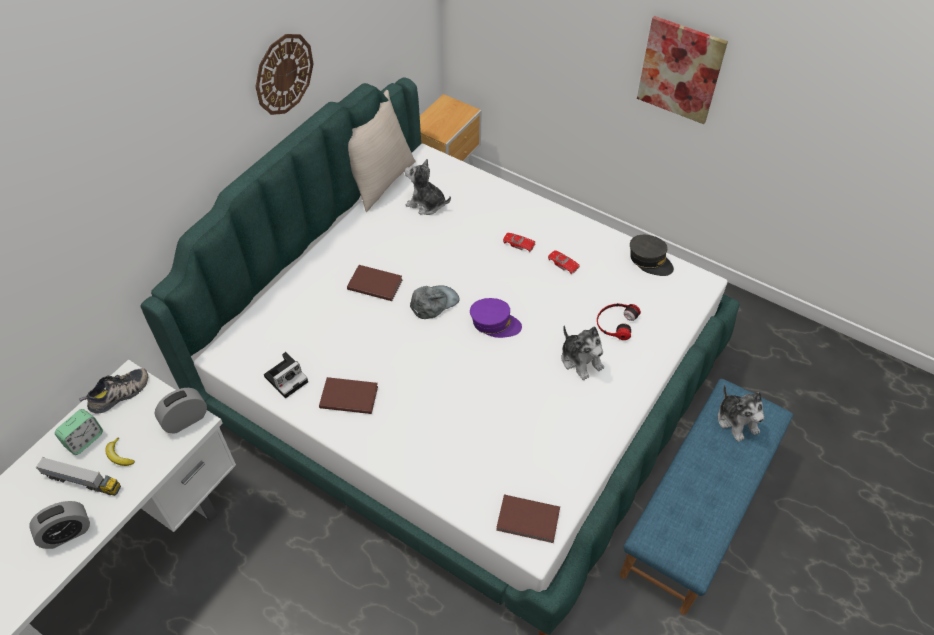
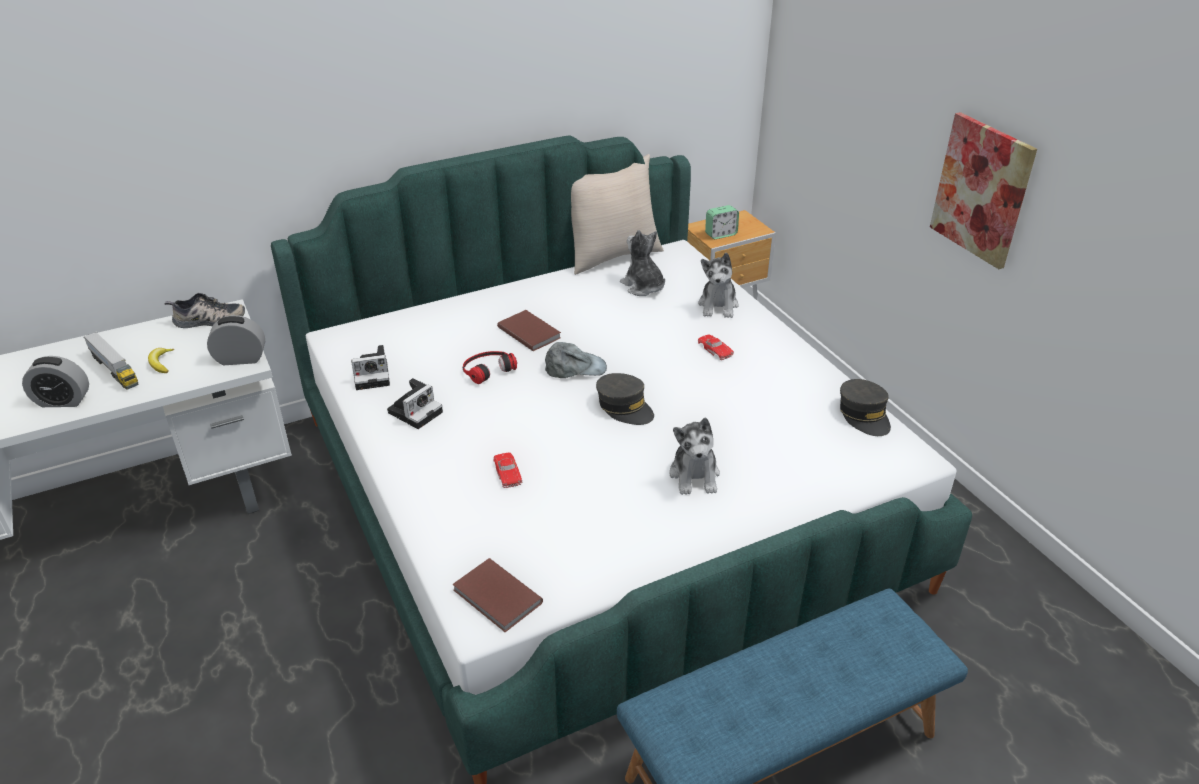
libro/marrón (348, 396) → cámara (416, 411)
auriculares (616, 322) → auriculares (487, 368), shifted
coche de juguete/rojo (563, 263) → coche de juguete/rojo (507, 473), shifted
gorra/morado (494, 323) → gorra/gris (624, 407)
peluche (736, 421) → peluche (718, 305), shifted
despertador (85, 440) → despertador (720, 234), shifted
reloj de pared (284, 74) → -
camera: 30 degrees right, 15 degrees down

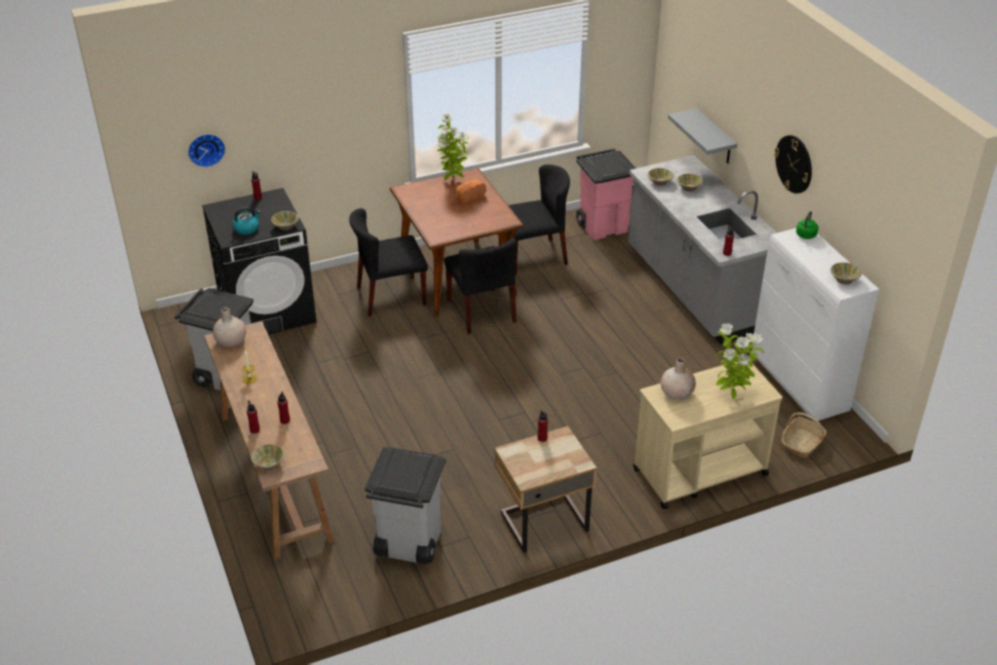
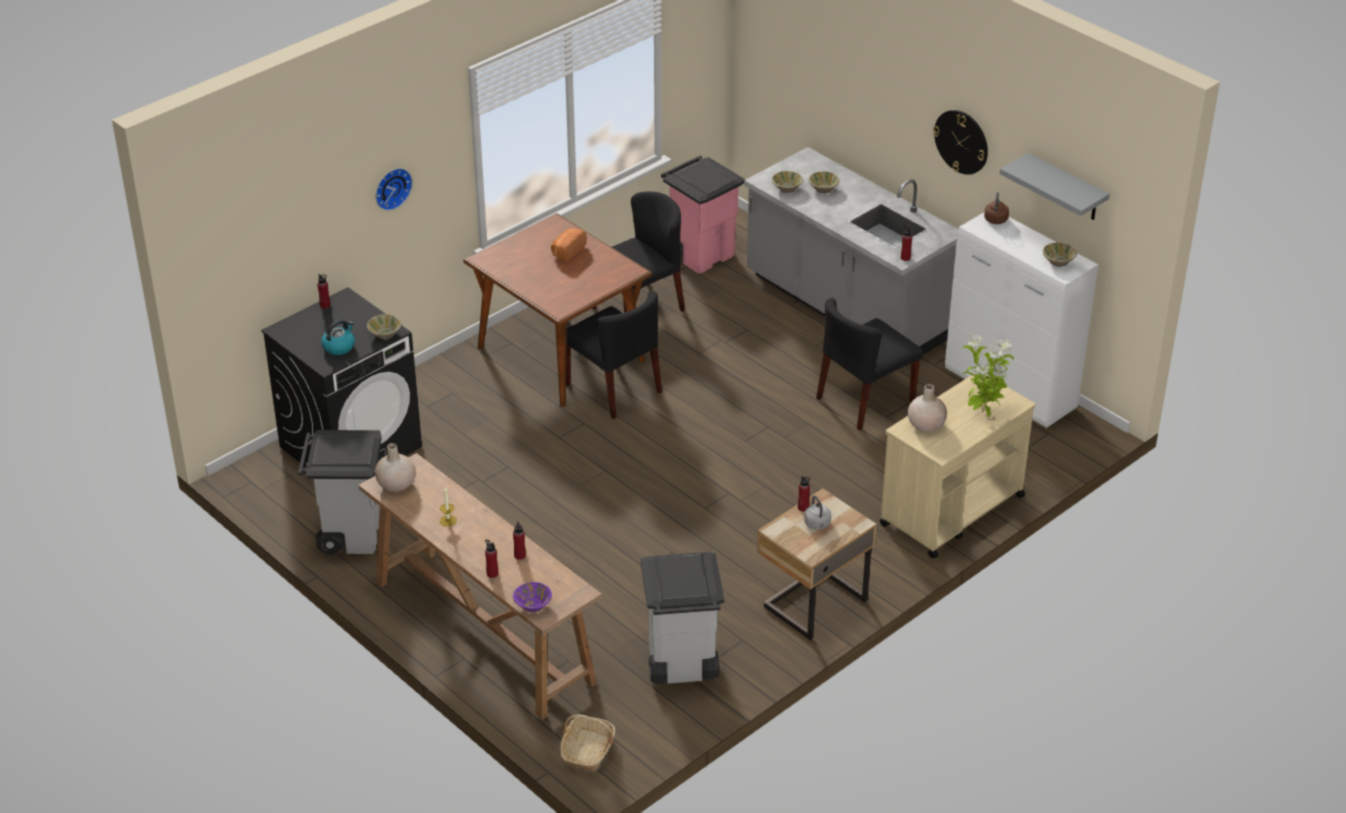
reloj de pared (206, 149) → reloj de pared (391, 187), shifted
cuenco/beis (269, 463) → cuenco/morado (533, 604)
cesta (802, 443) → cesta (588, 750), shifted
- → hervidor/gris (818, 525)
silla/negro (390, 296) → silla/negro (865, 400), shifted
hervidor/verde (805, 236) → hervidor/marrón (995, 221)
estante/gris (715, 137) → estante/gris (1066, 188), shifted
planta en maceta (452, 180) → -
camera: 20 degrees left, 0 degrees up

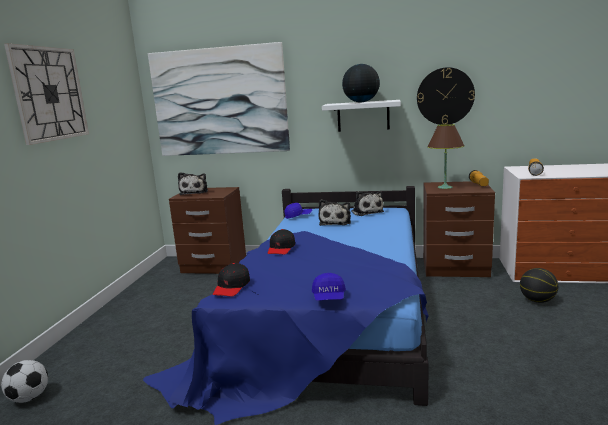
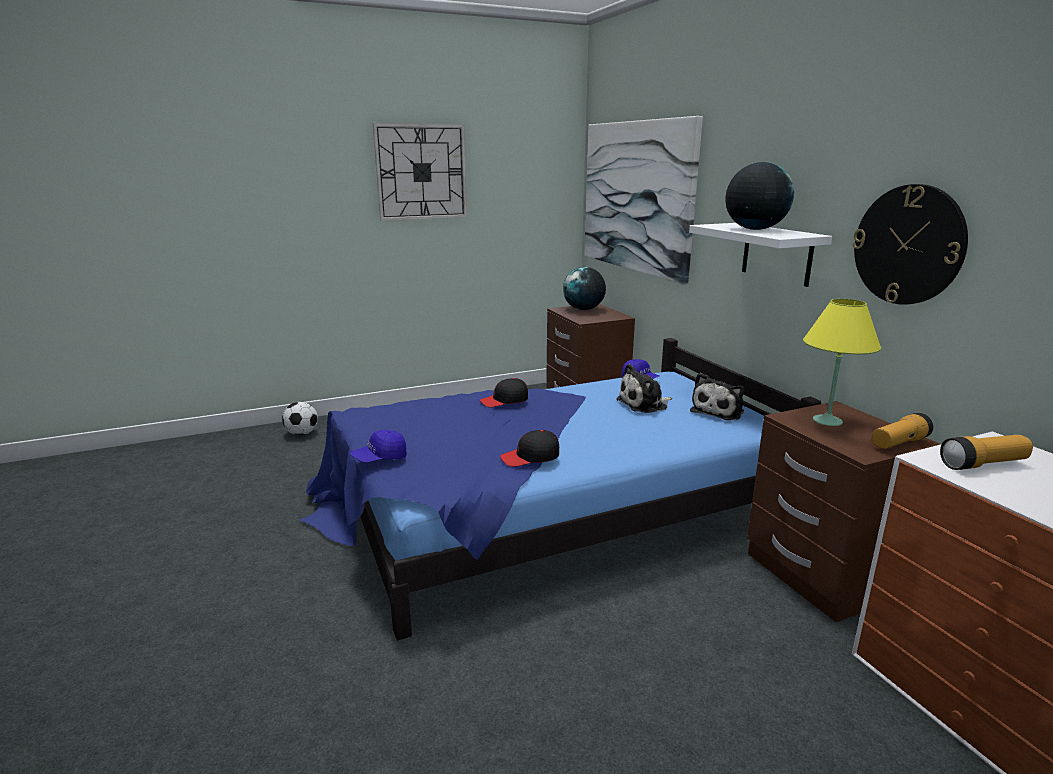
gorra/negro (232, 287) → gorra/negro (530, 457), shifted
peluche (194, 192) → globo terráqueo (583, 309)
lámpara de mesa/marrón (445, 187) → lámpara de mesa/amarillo (827, 421)
balón de baloncesto (537, 300) → -
camera: 55 degrees right, 5 degrees up

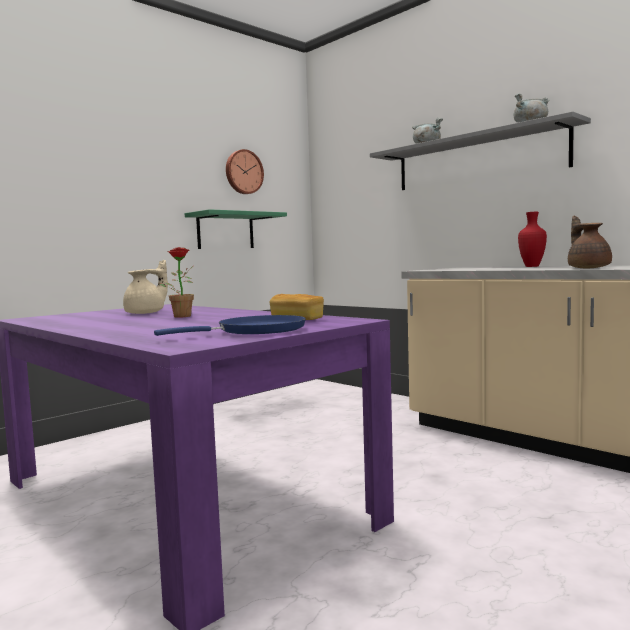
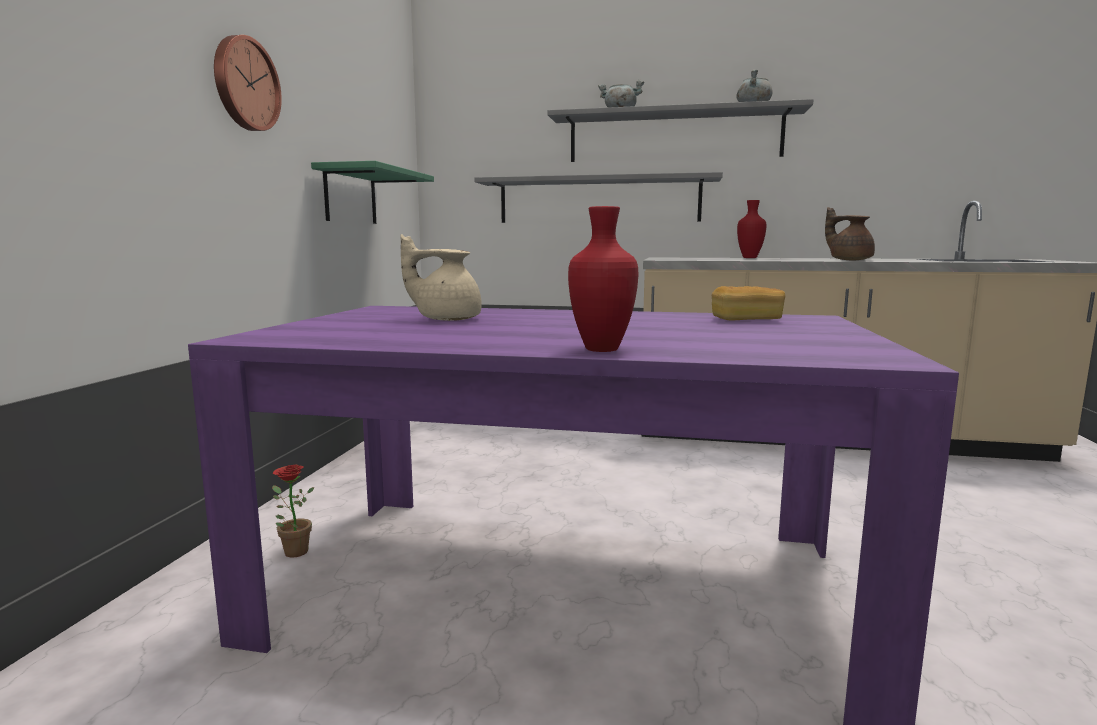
reloj de pared (243, 172) → reloj de pared (244, 84), shifted
planta en maceta (181, 316) → planta en maceta (292, 551), shifted
tetera/beis (147, 313) → tetera/beis (446, 319), 90 degrees counterclockwise
- → estante/gris (598, 200)
- → florero/rojo (600, 350)
sartén/azul (255, 331) → -
camera: 35 degrees left, 5 degrees up

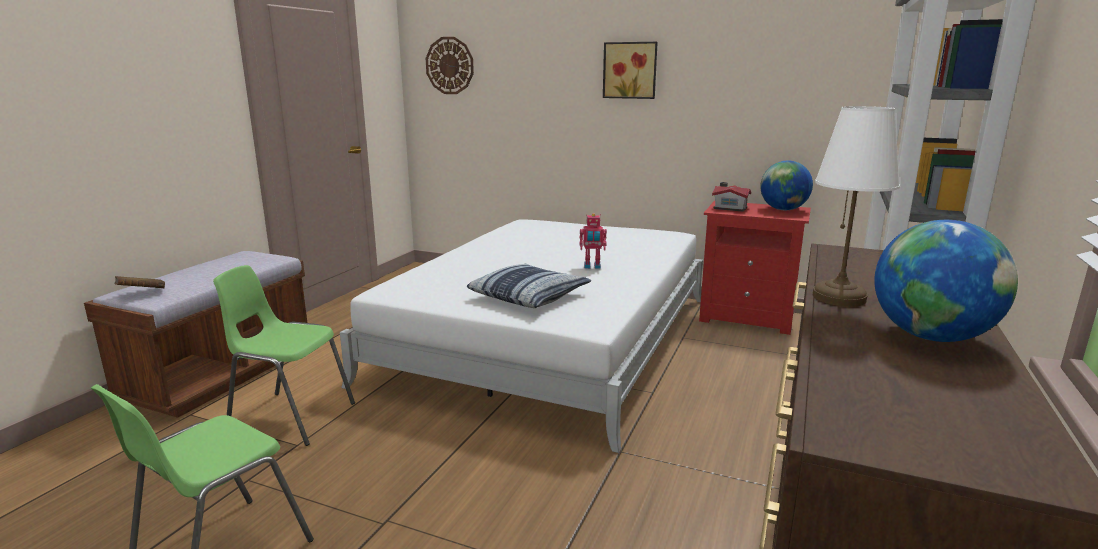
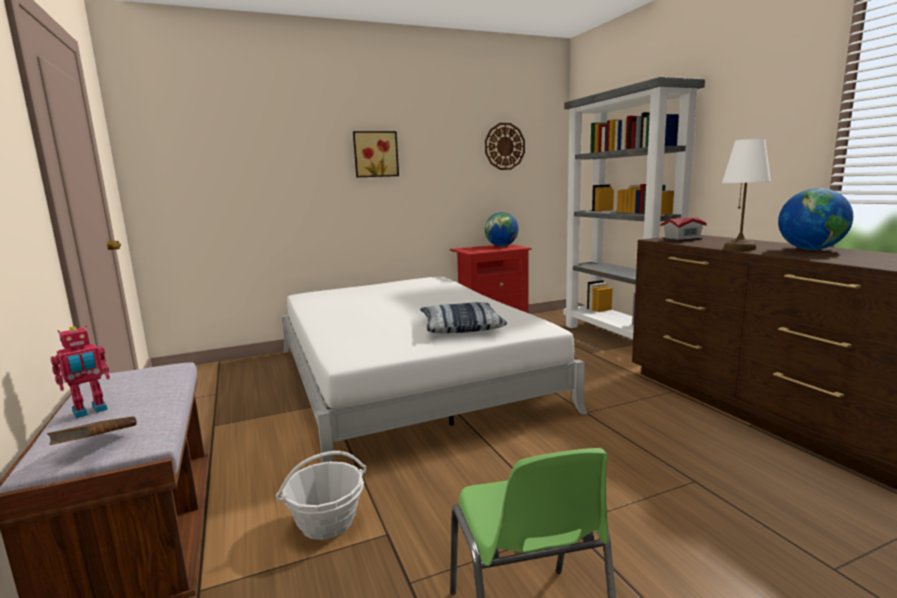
robot de juguete (592, 266) → robot de juguete (90, 411), shifted
silla/verde (291, 416) → cesta (327, 522)
reloj de pared (449, 65) → reloj de pared (504, 146), shifted
casita (729, 208) → casita (680, 239), shifted
camera: 45 degrees left, 5 degrees down

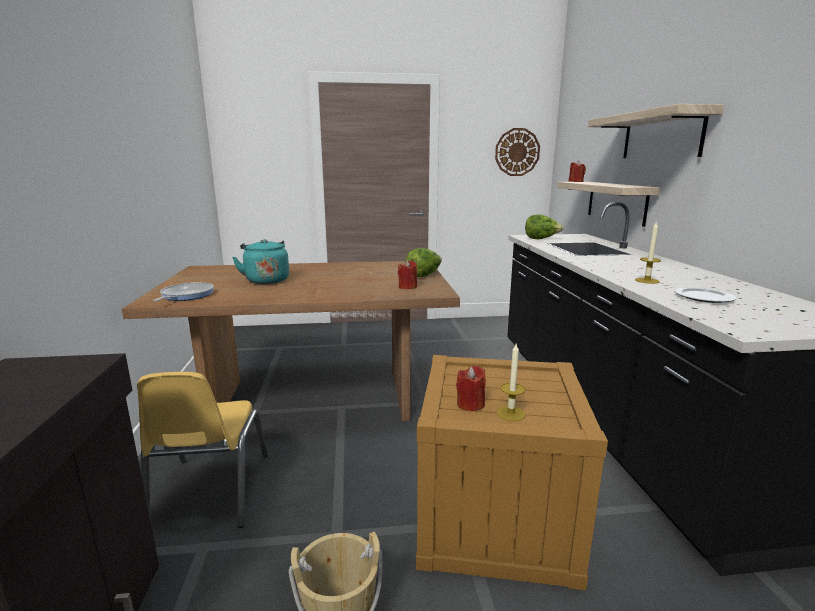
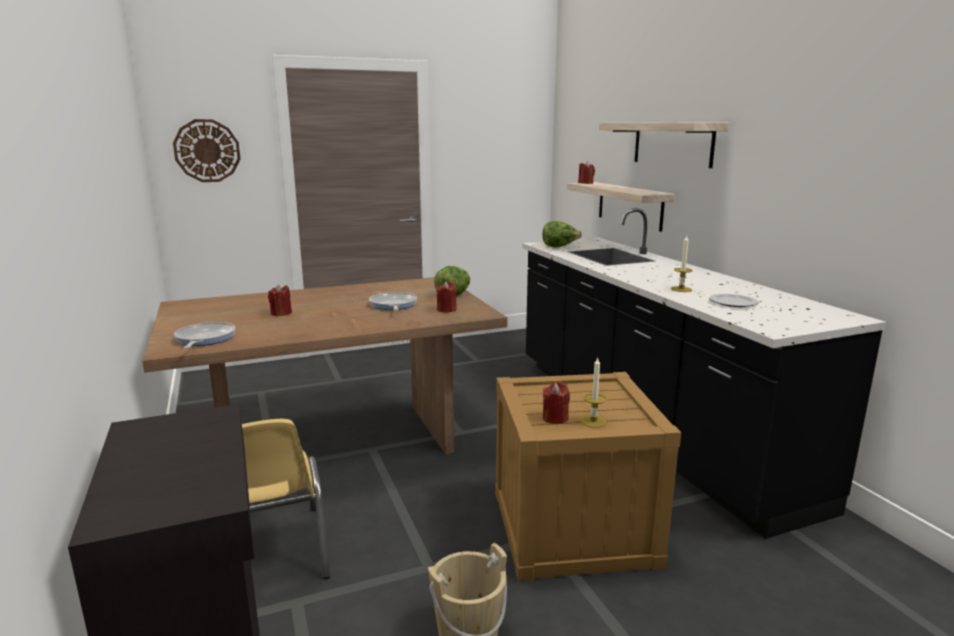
reloj de pared (517, 152) → reloj de pared (207, 151), shifted
hervidor/turquesa (266, 280) → vela/rojo (281, 313)
- → sartén (393, 305)
camera: 15 degrees left, 0 degrees up

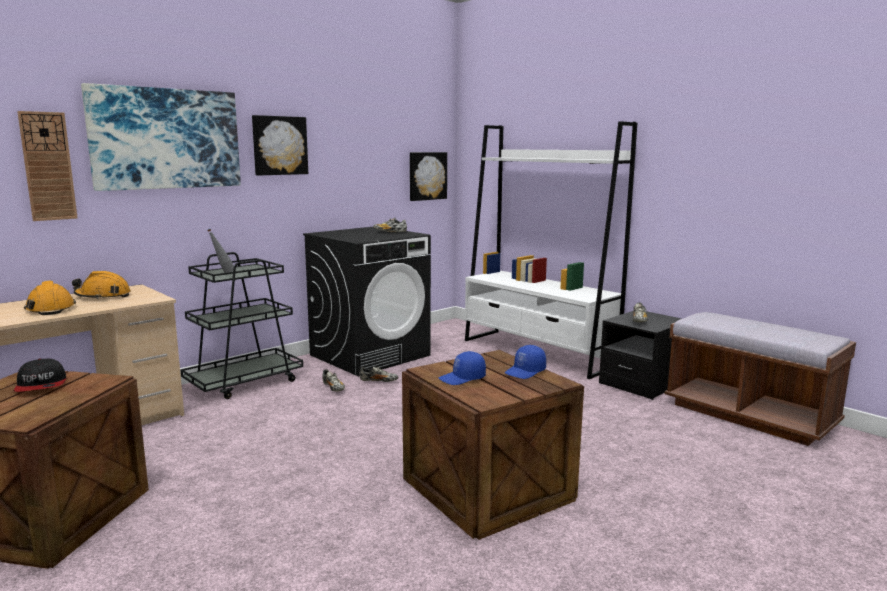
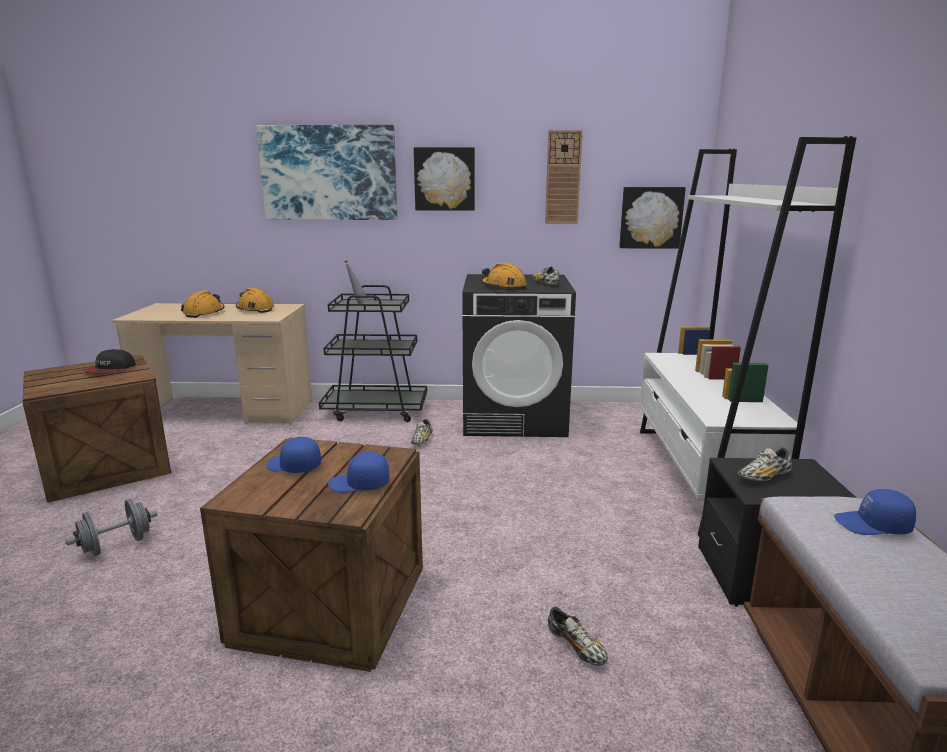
- → mancuerna/gris (117, 545)
- → casco/naranja (503, 287)
reloj de pared (48, 166) → reloj de pared (563, 177), shifted
zapato (379, 381) → zapato (576, 647), shifted
- → gorra/azul (873, 525)
camera: 45 degrees right, 5 degrees up

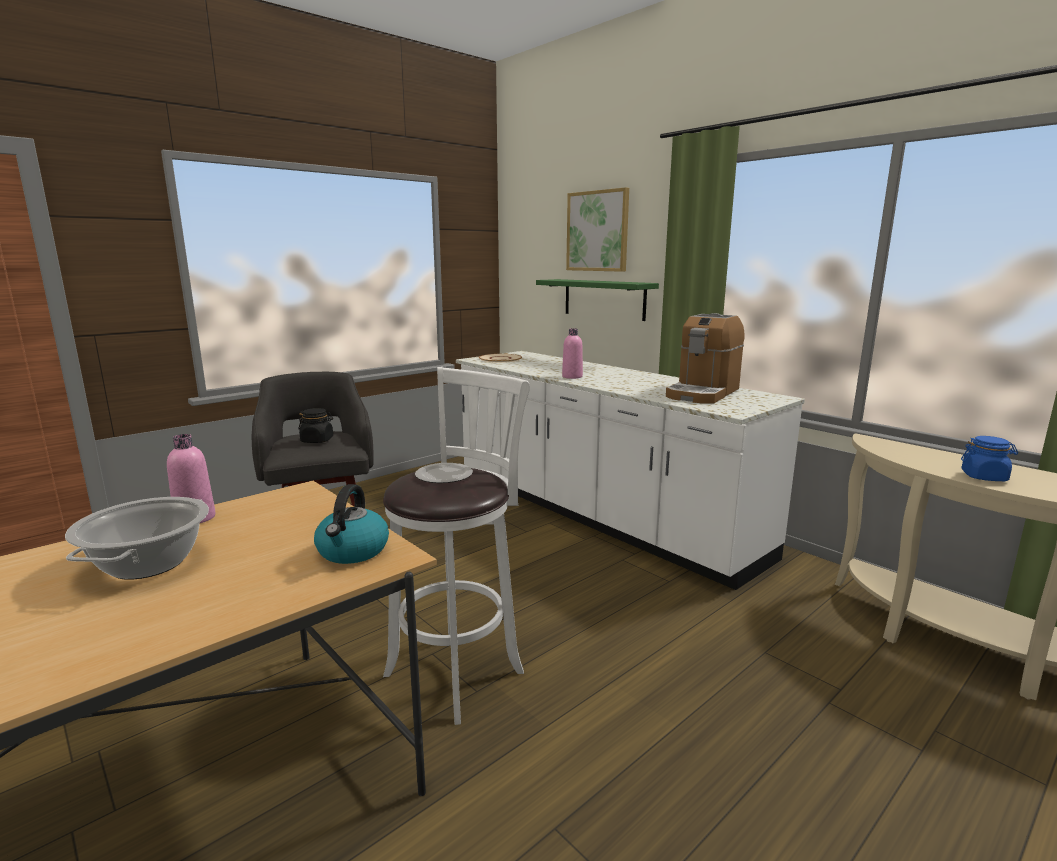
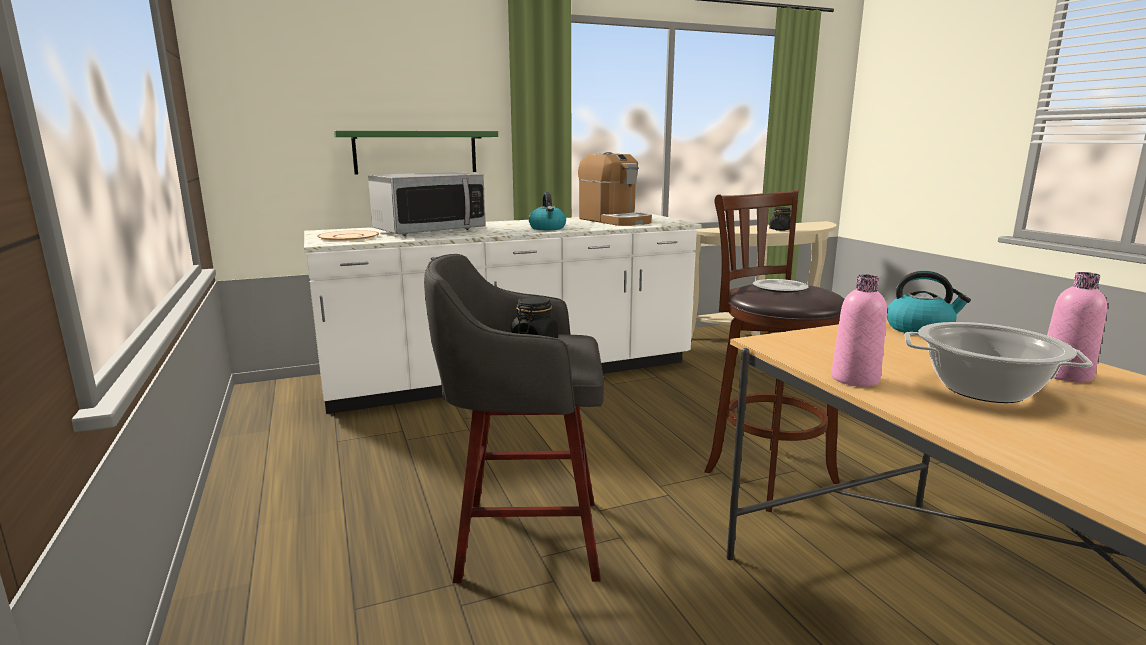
- → microondas (429, 230)
- → hervidor (548, 228)
taburete/blanco (459, 669) → taburete/marrón (765, 474)
tarro/azul (984, 477) → tarro/negro (780, 229)
botella/rosa (572, 376) → botella/rosa (1065, 375), shifted
cuadro (597, 231) → -
camera: 70 degrees left, 0 degrees up

